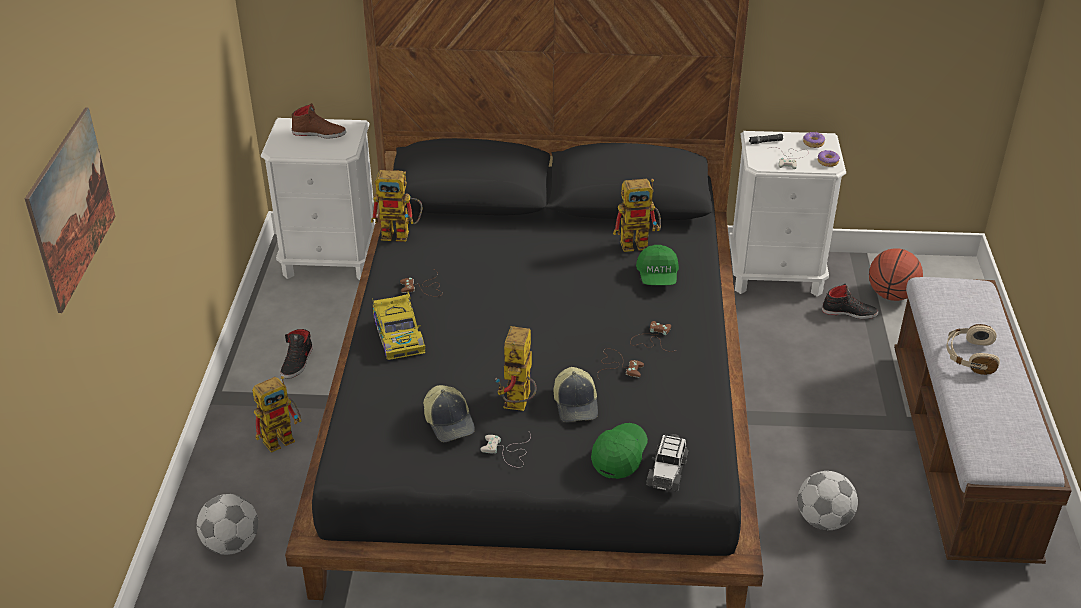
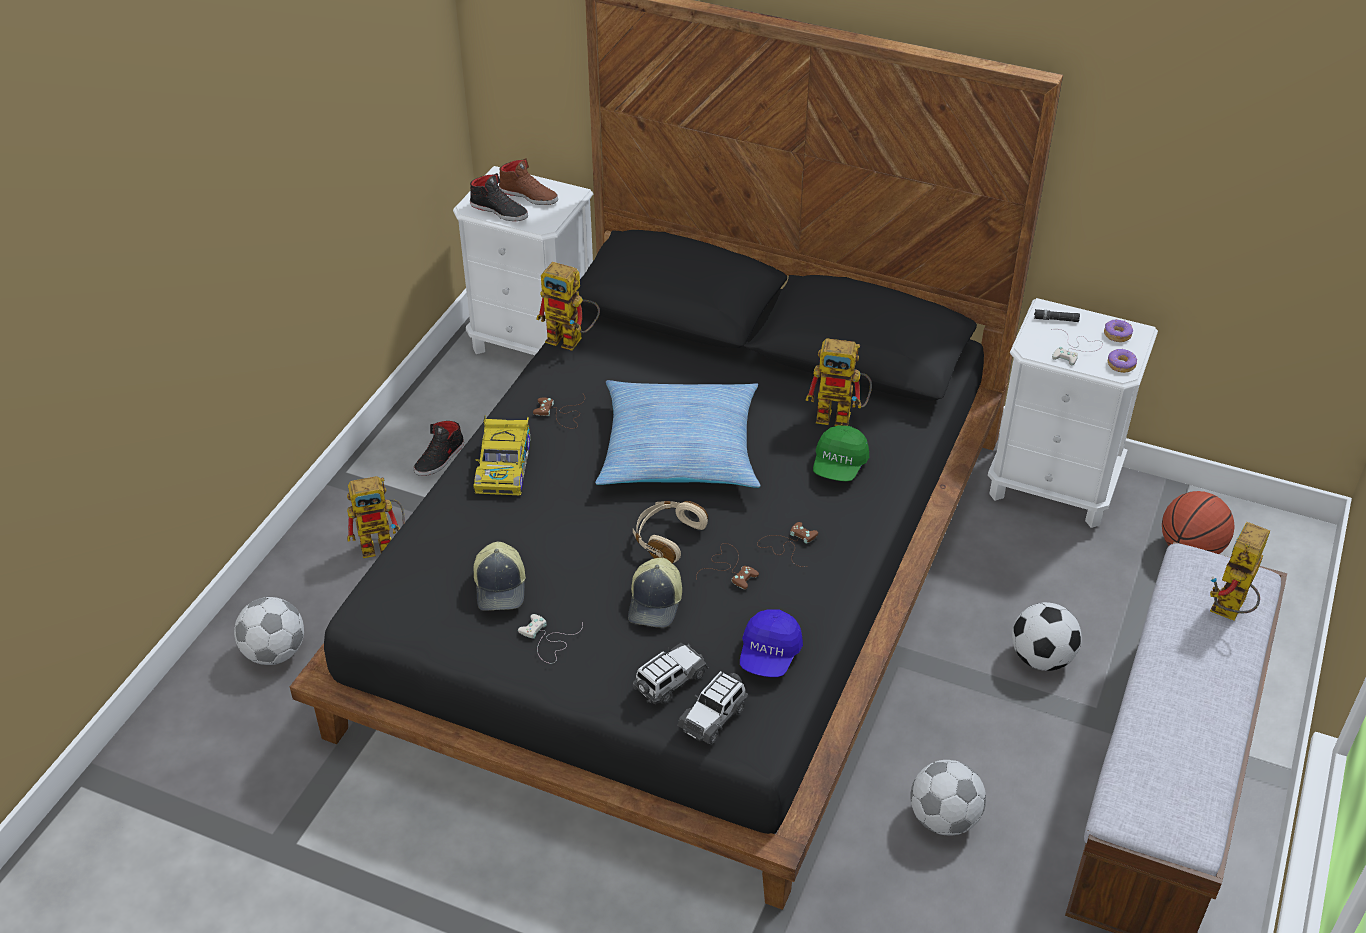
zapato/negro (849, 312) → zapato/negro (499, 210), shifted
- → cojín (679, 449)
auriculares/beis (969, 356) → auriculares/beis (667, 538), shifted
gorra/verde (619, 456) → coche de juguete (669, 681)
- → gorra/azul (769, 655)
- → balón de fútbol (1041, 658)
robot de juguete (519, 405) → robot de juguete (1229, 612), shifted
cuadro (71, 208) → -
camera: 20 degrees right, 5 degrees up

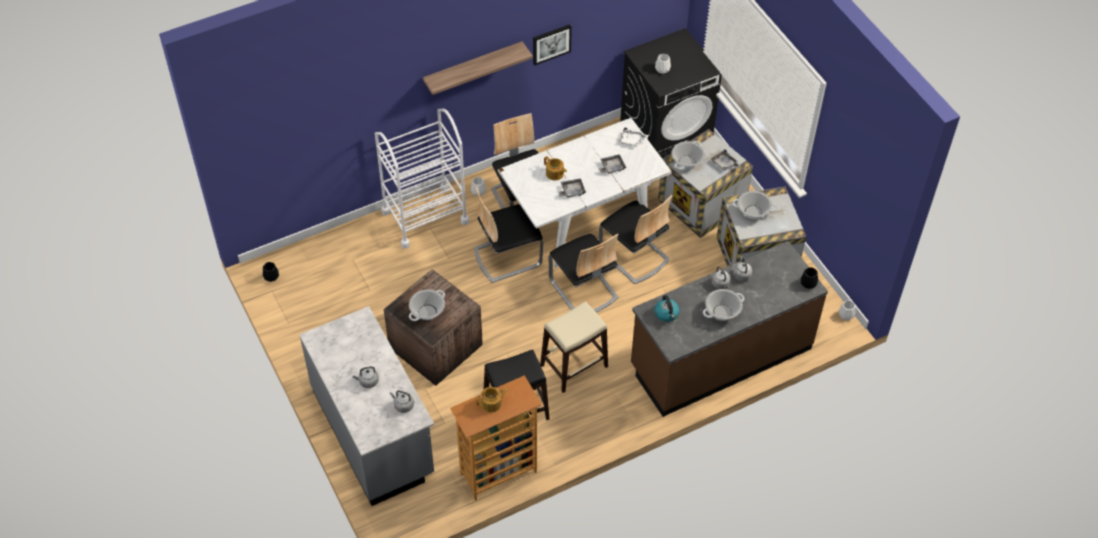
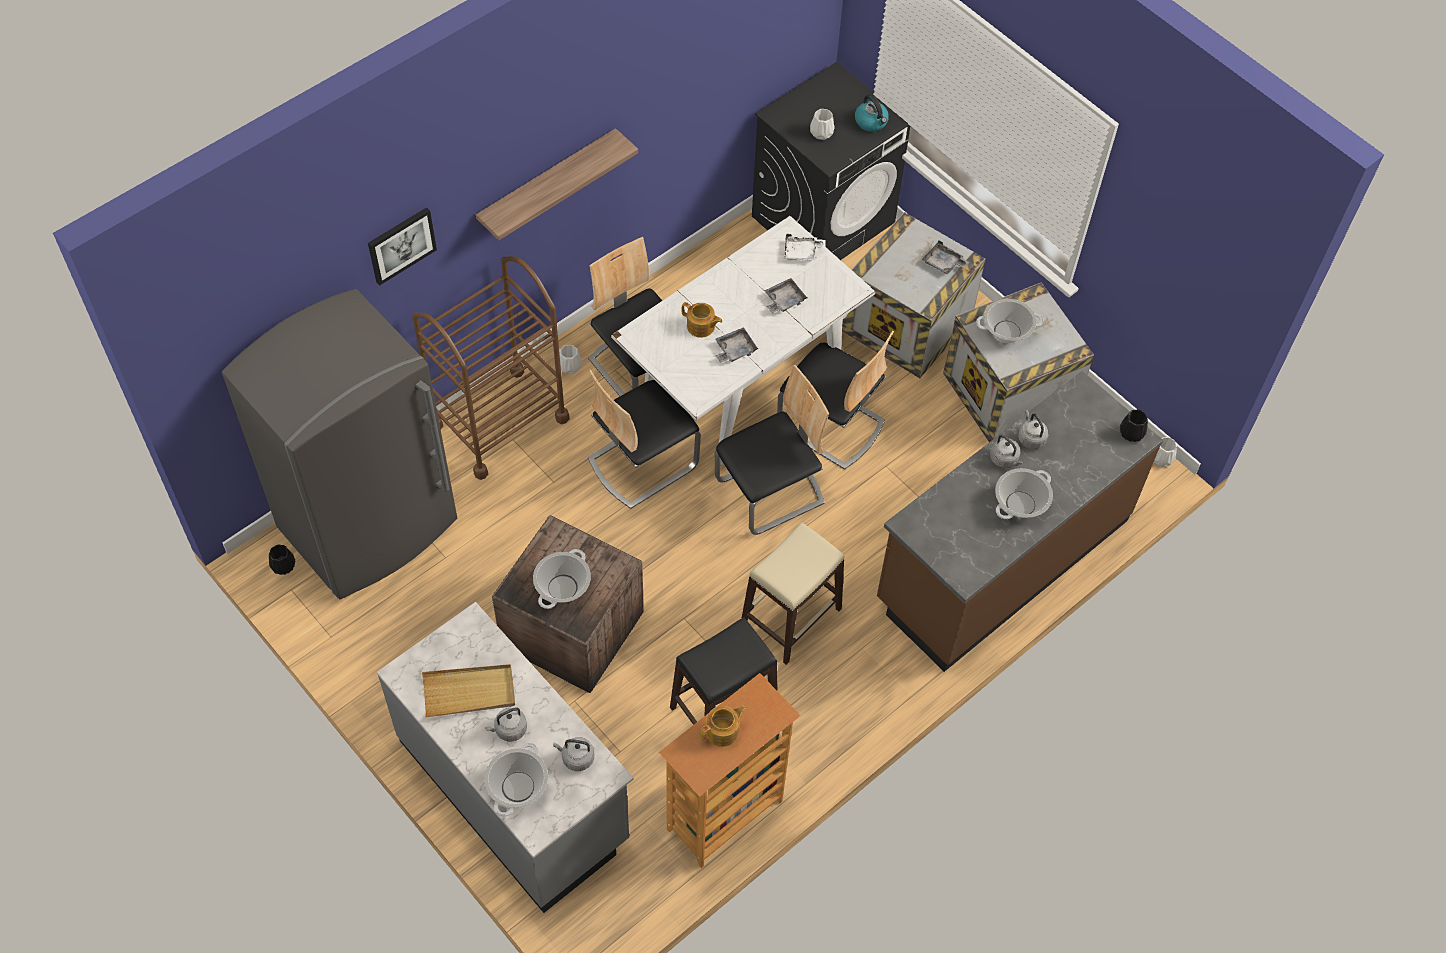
- → nevera/gris (370, 525)
cuadro (551, 43) → cuadro (401, 244), shifted
carrito/blanco (425, 217) → carrito/marrón (499, 422)
- → bandeja/beis (469, 692)
olla (687, 162) → olla (518, 787), shifted
silla (583, 289) → silla (770, 492), 75 degrees counterclockwise
hervidor (666, 314) → hervidor (871, 122), shifted
camera: 15 degrees left, 5 degrees up

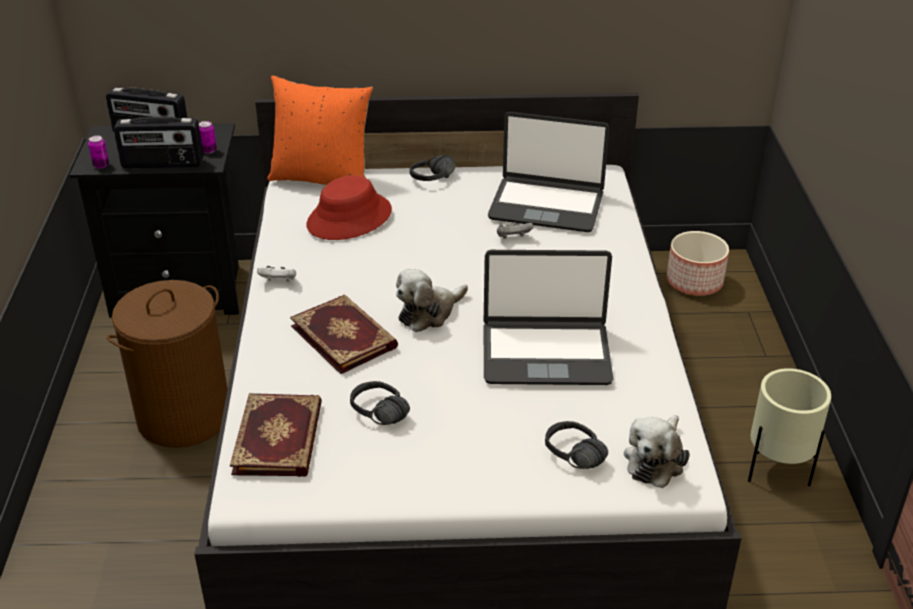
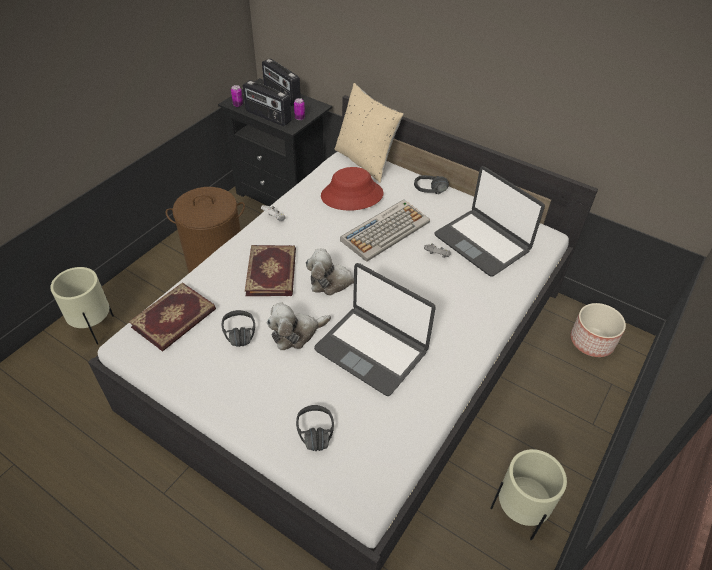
- → maceta/beis (95, 329)
peluche (655, 460) → peluche (296, 333), shifted
cojín/naranja (322, 178) → cojín/beis (365, 161)
- → teclado (385, 230)
camera: 35 degrees right, 10 degrees up

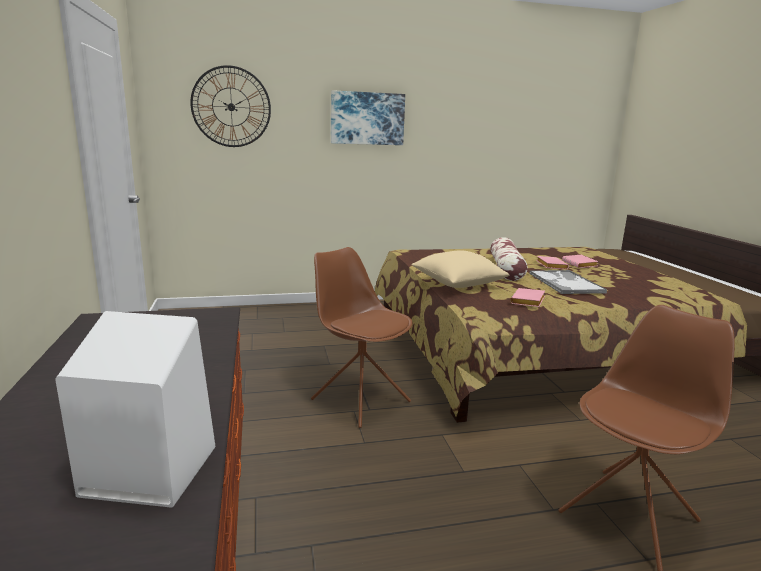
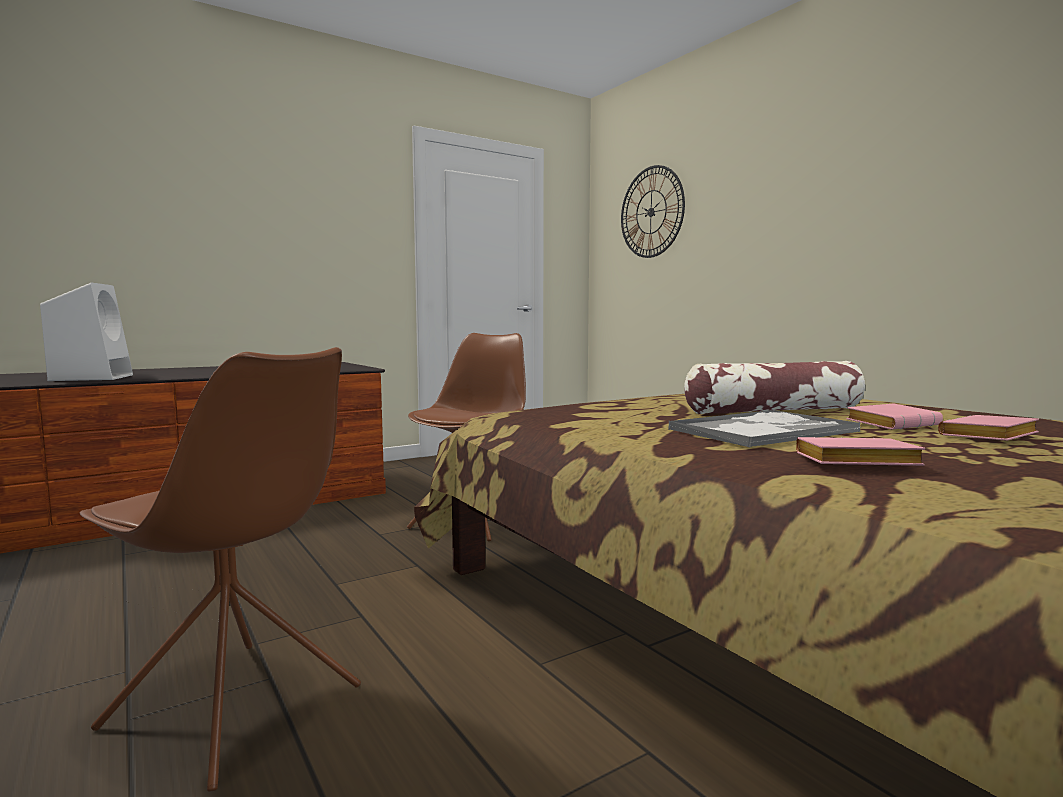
libro/rosa (528, 302) → libro/rosa (854, 463), shifted
cuadro (367, 118) → -
cojín/beis (457, 284) → -
camera: 70 degrees right, 10 degrees down

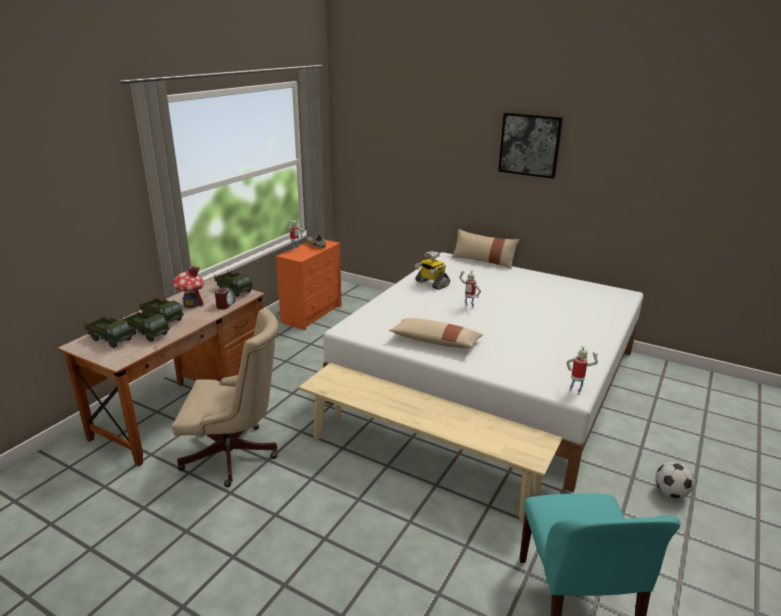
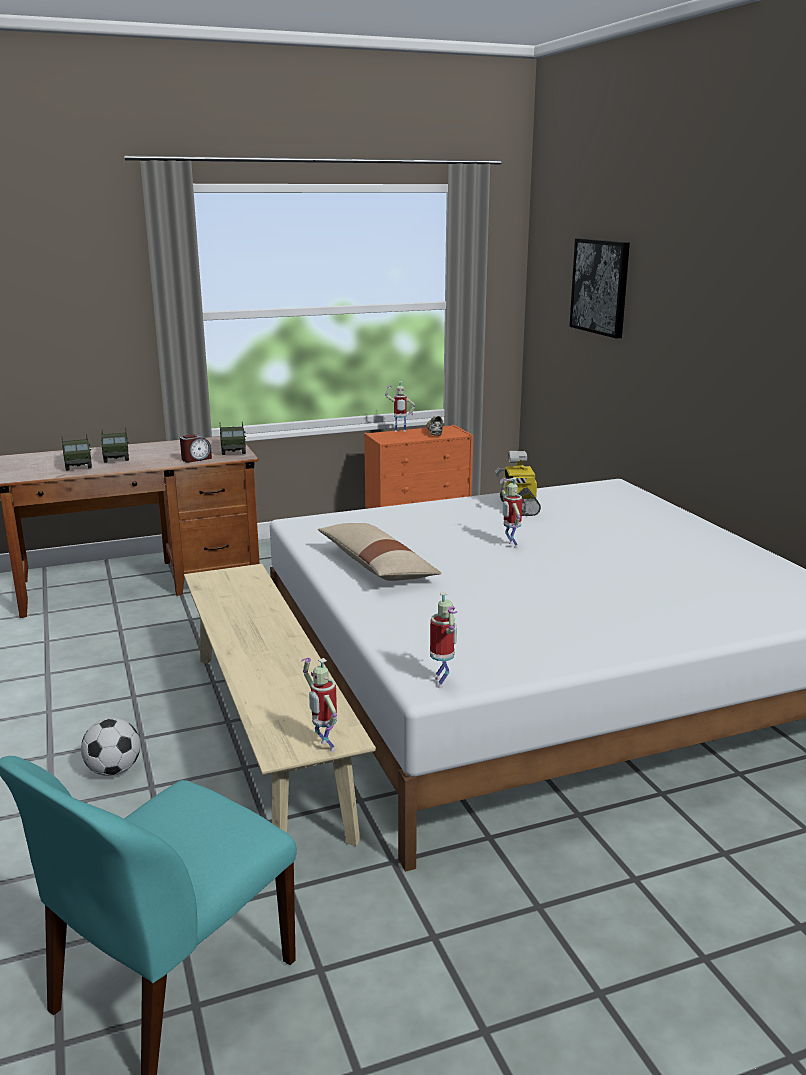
balón de fútbol (670, 493) → balón de fútbol (114, 770), shifted
- → robot de juguete (324, 747)
cuadro (530, 145) → cuadro (600, 287), shifted
camión de juguete (111, 339) → -
silla de oficina/beis (236, 455) → -
casita (191, 305) → -
cojín/beis (483, 261) → -
camera: 40 degrees right, 5 degrees down

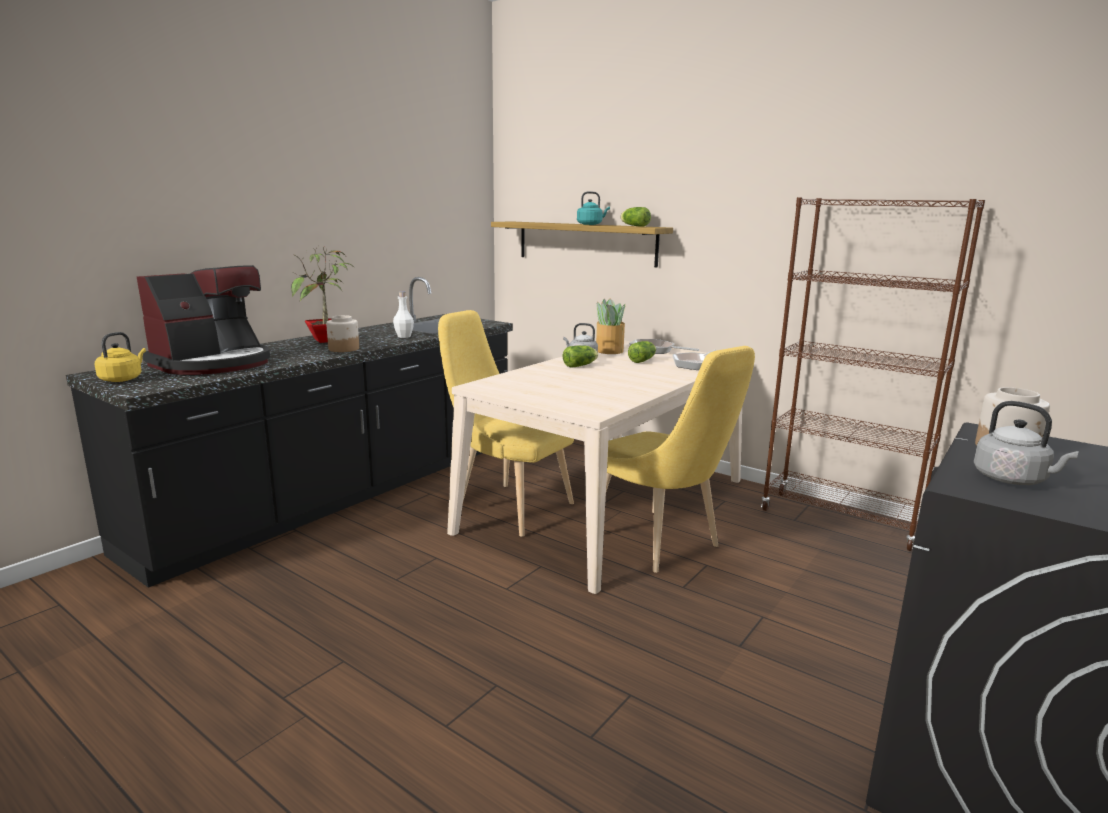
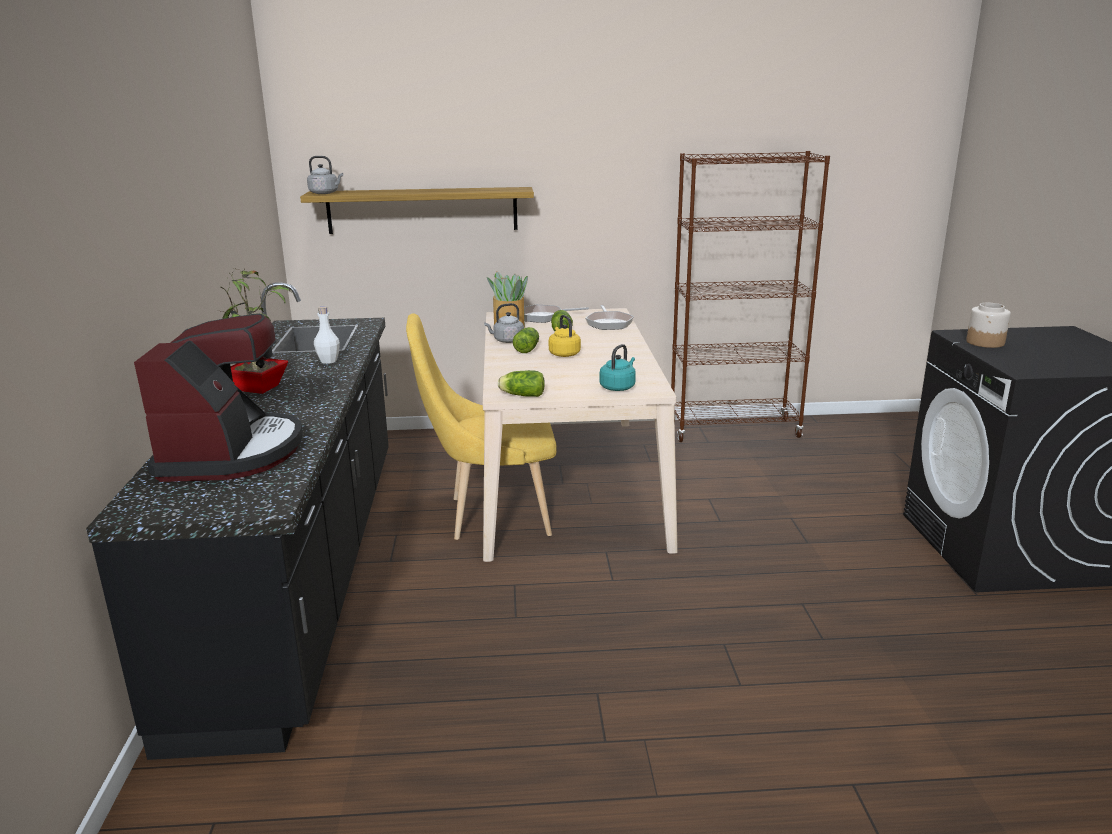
hervidor/gris (1013, 480) → hervidor/gris (325, 193), shifted
lechuga (634, 226) → lechuga (521, 395), shifted
hervidor/amarillo (122, 379) → hervidor/amarillo (563, 354), shifted
hervidor/turquesa (591, 224) → hervidor/turquesa (618, 387), shifted
tarro (344, 349) → -
silla/amarillo (659, 544) → -
camera: 40 degrees left, 5 degrees up

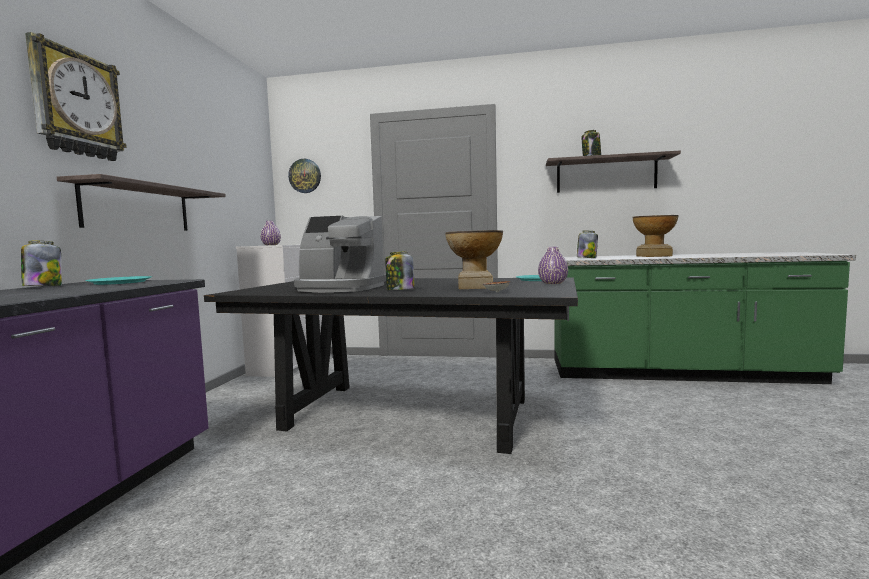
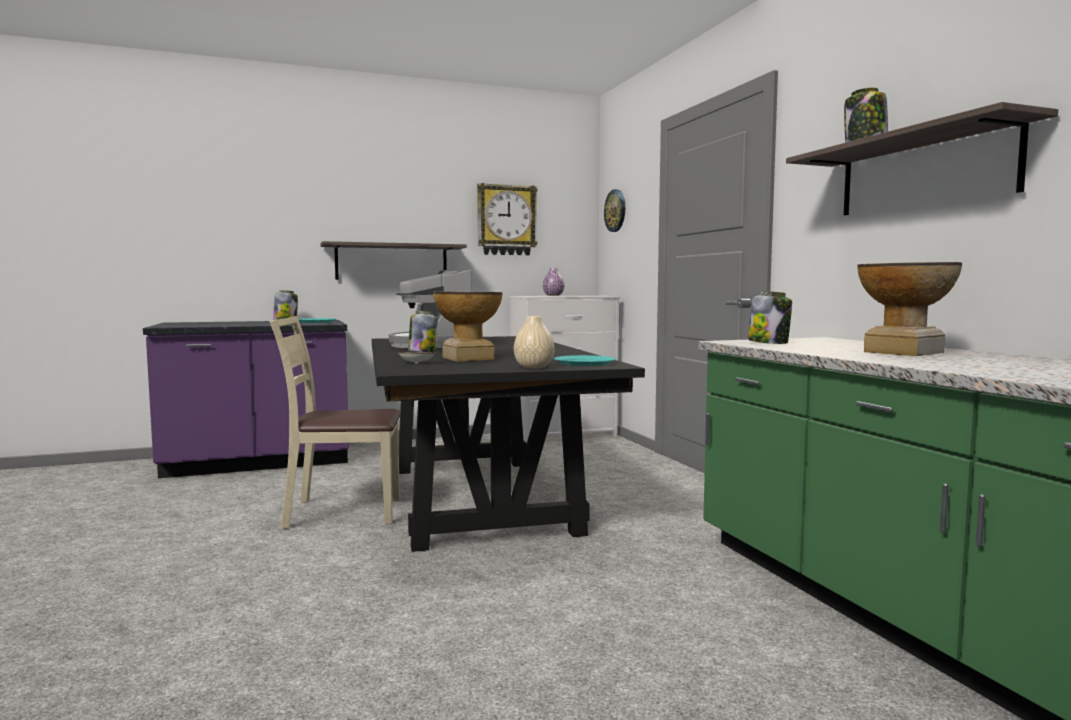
- → silla/beis (342, 512)
reloj de pared (76, 104) → reloj de pared (506, 220), shifted
florero/morado (553, 283) → florero/beis (534, 367)
camera: 60 degrees right, 0 degrees up

